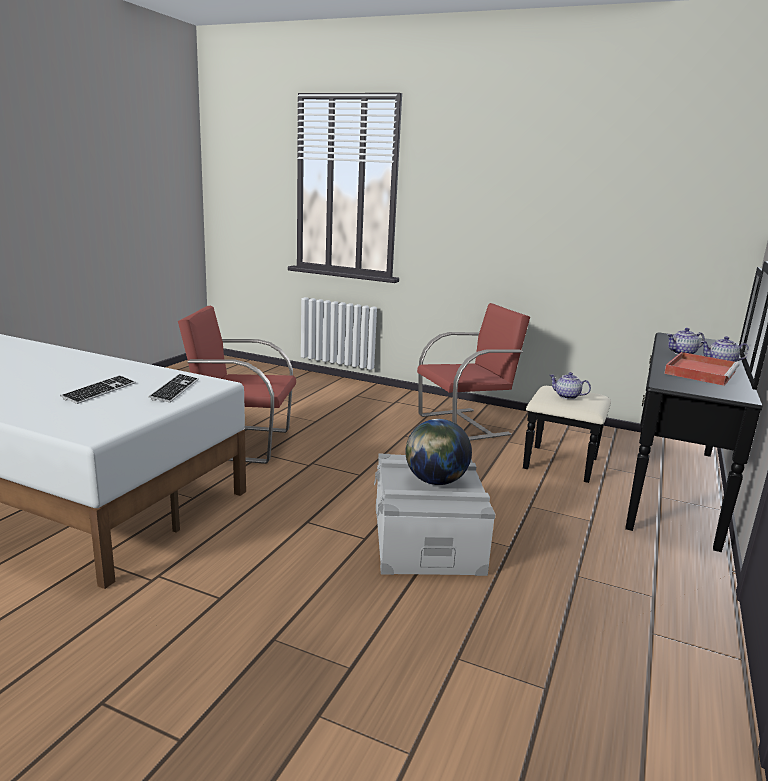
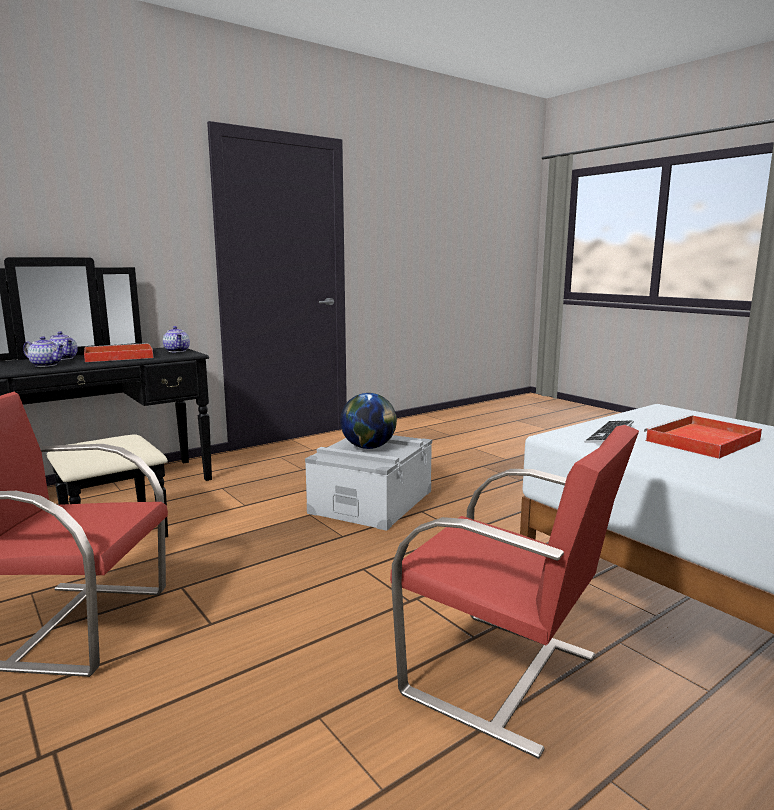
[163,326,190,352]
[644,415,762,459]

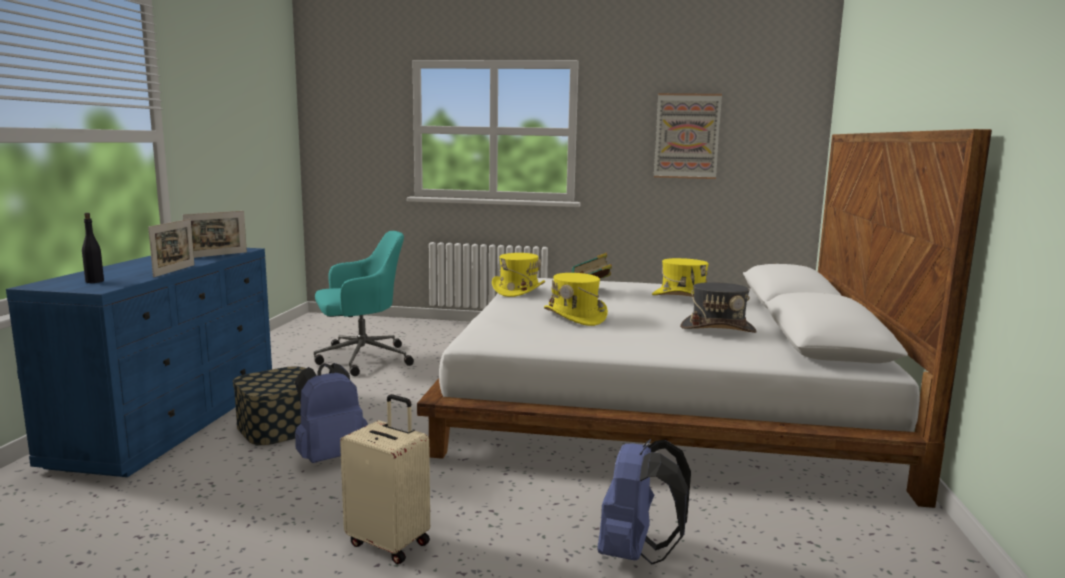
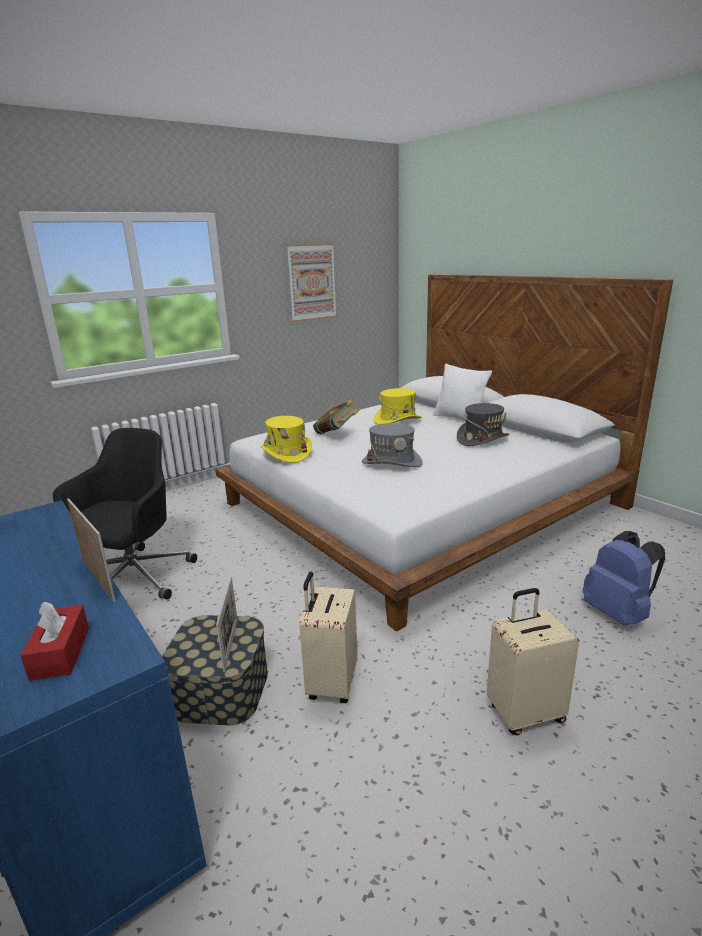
[216,577,238,672]
[20,602,89,681]
[53,428,197,600]
[362,423,423,467]
[299,572,358,703]
[433,364,492,421]

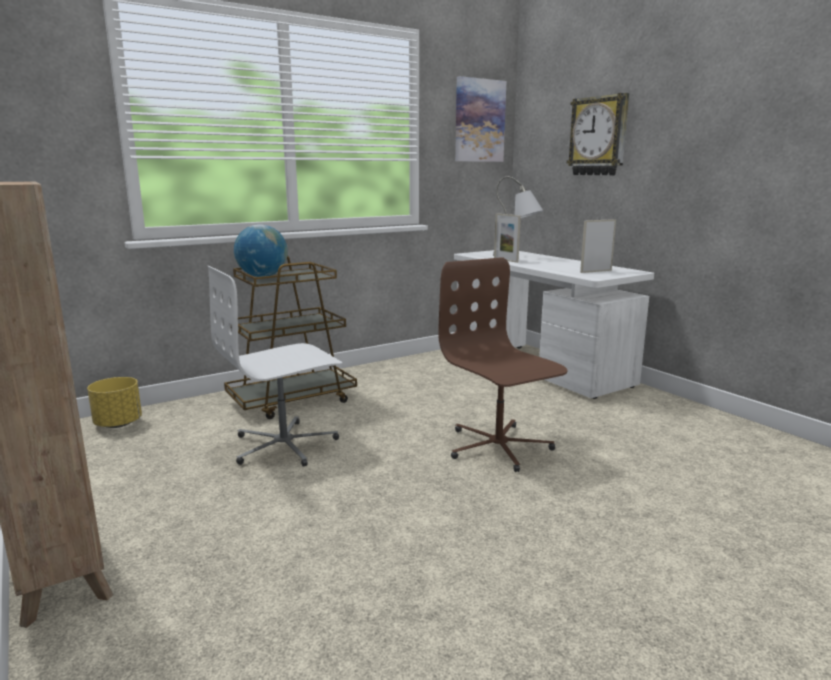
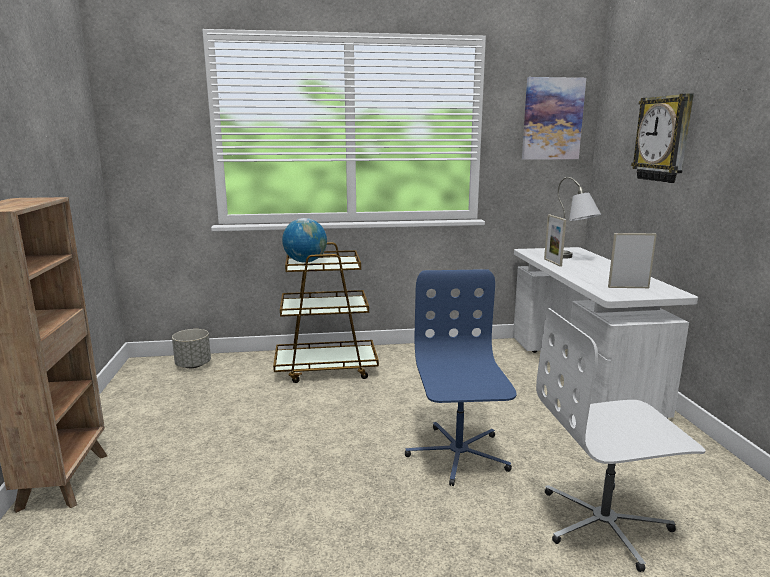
[405,269,517,486]
[536,308,705,572]
[172,329,211,368]

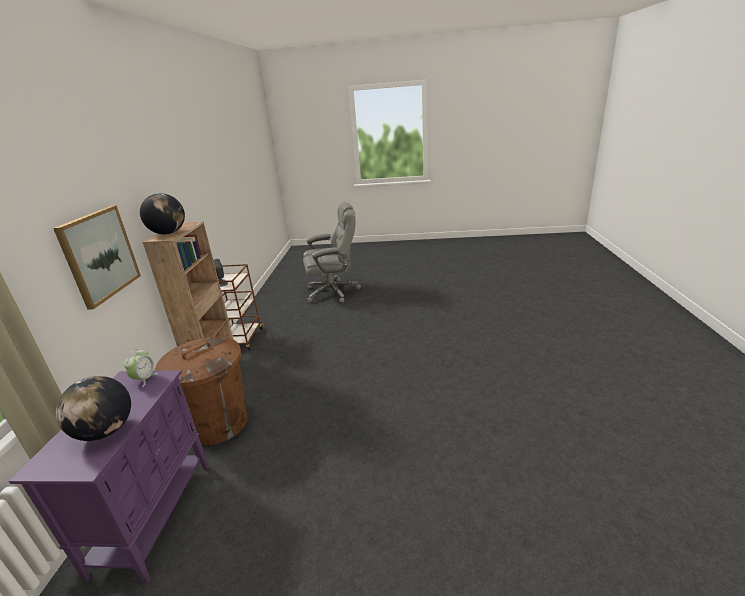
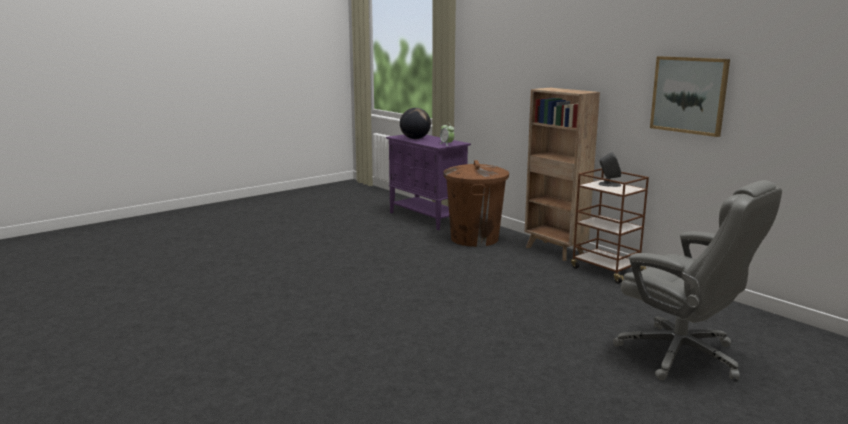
[140,193,185,234] (first image)
[613,180,782,380]
[650,56,730,137]

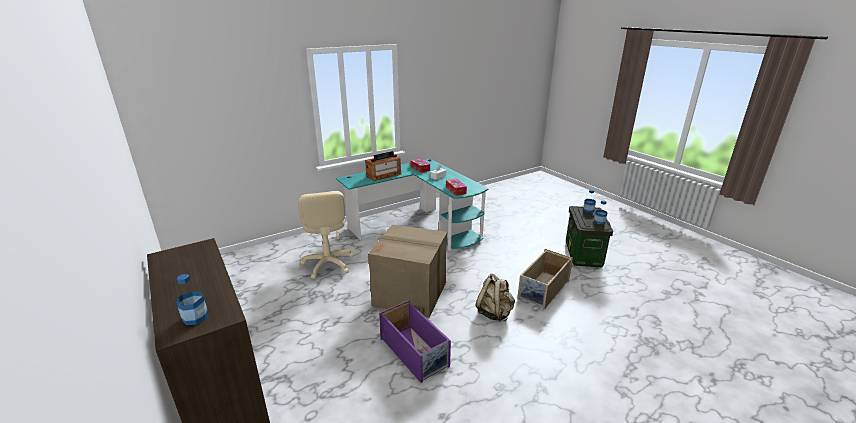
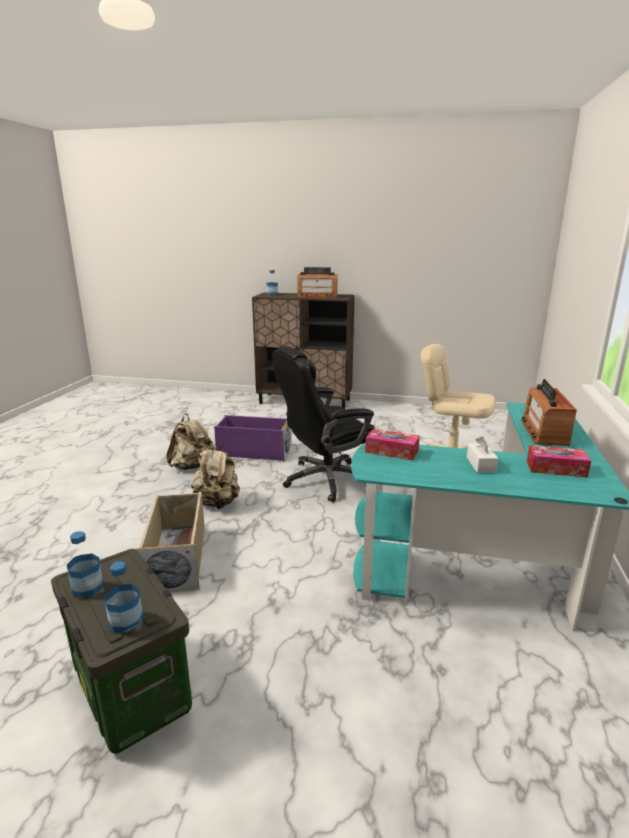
[272,346,375,502]
[297,267,338,298]
[166,414,216,470]

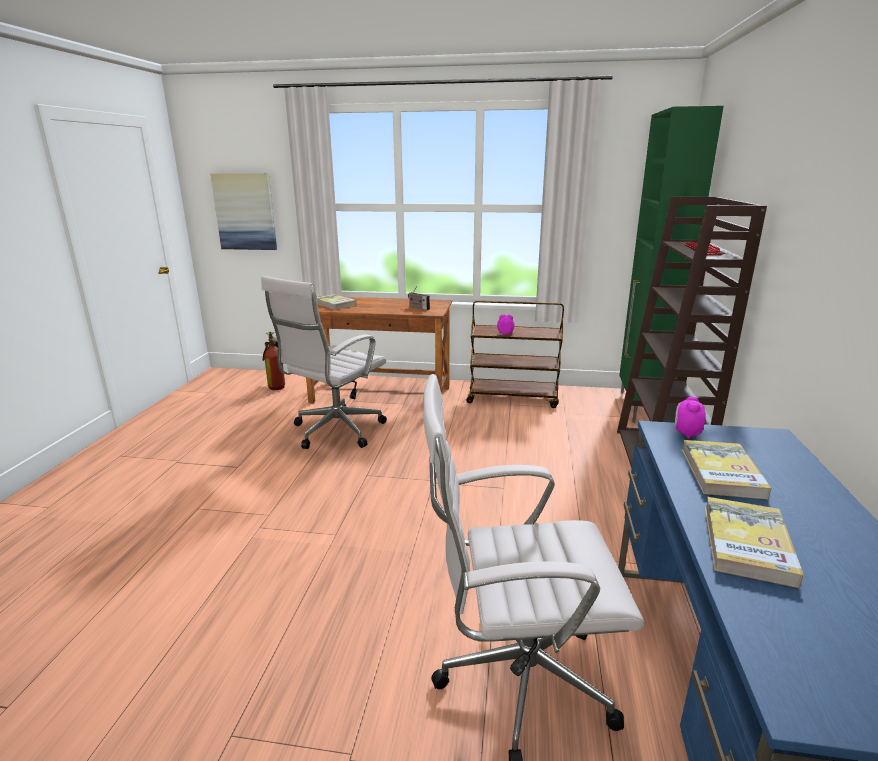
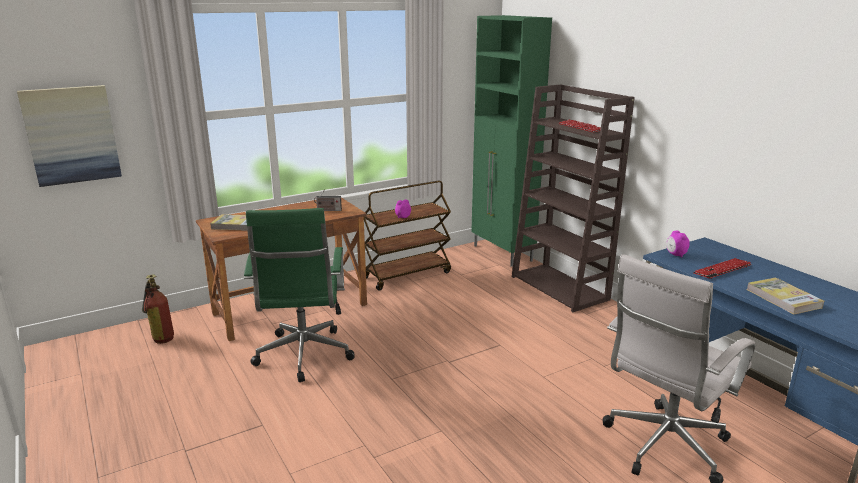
[244,208,355,382]
[693,258,752,279]

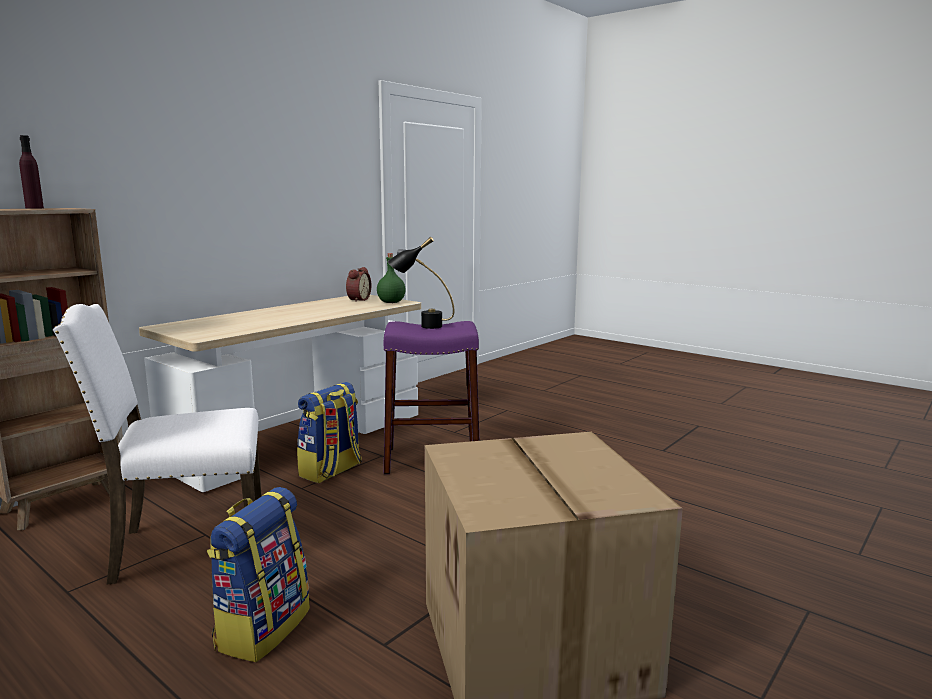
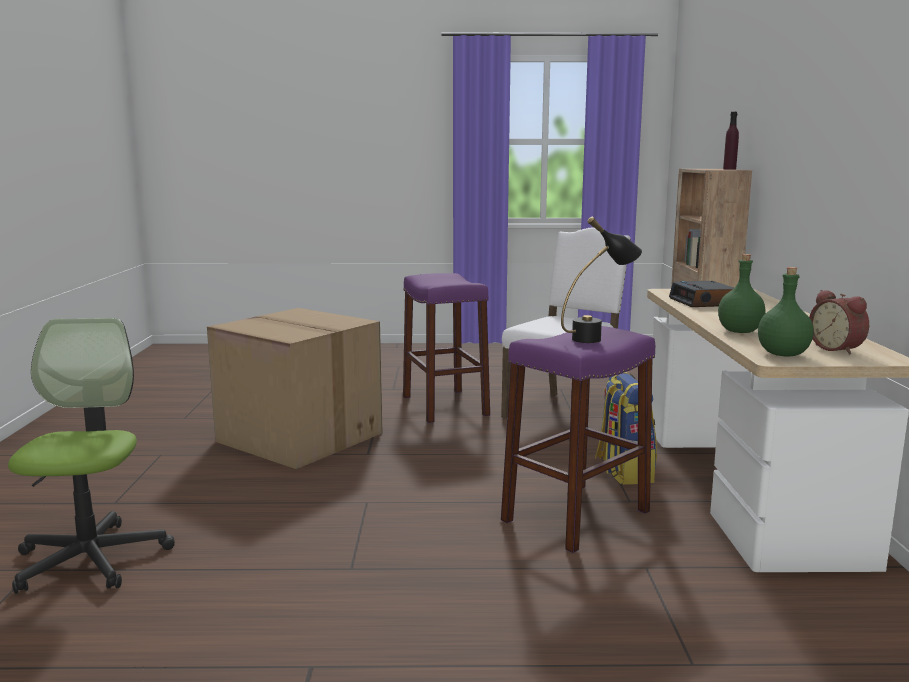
[403,273,490,423]
[718,254,765,333]
[669,281,734,307]
[8,318,175,594]

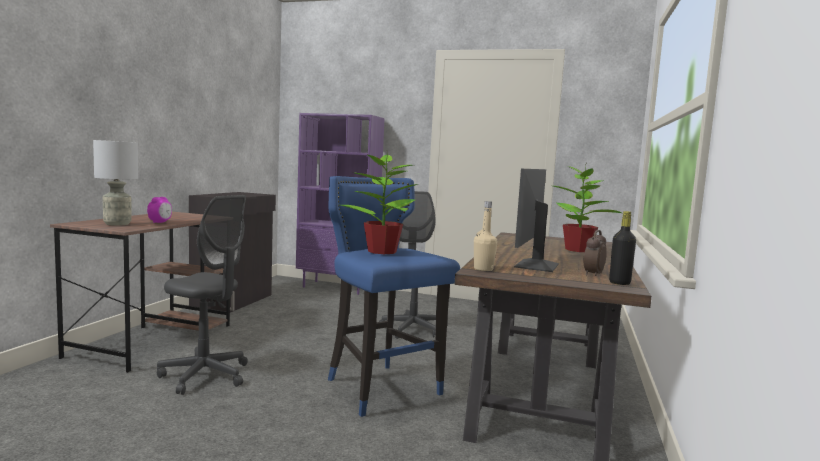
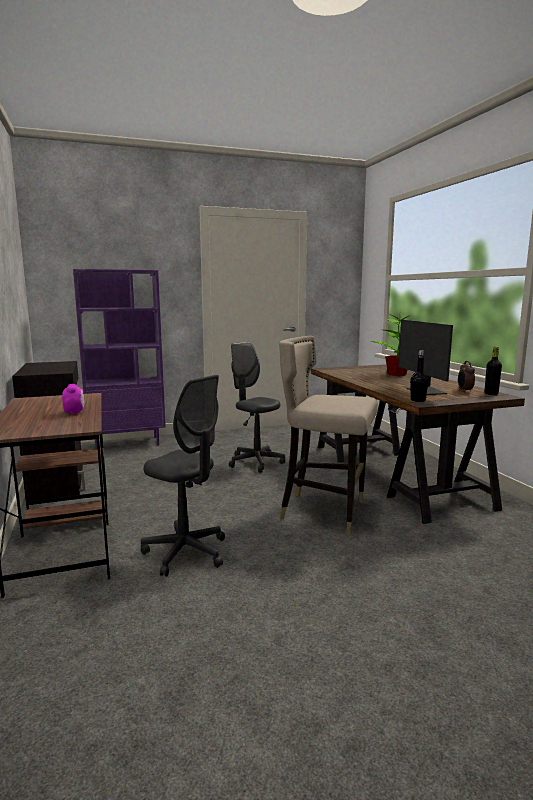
[93,140,138,226] (first image)
[341,155,419,254] (first image)
[279,336,378,534]
[141,375,225,577]
[410,350,429,402]

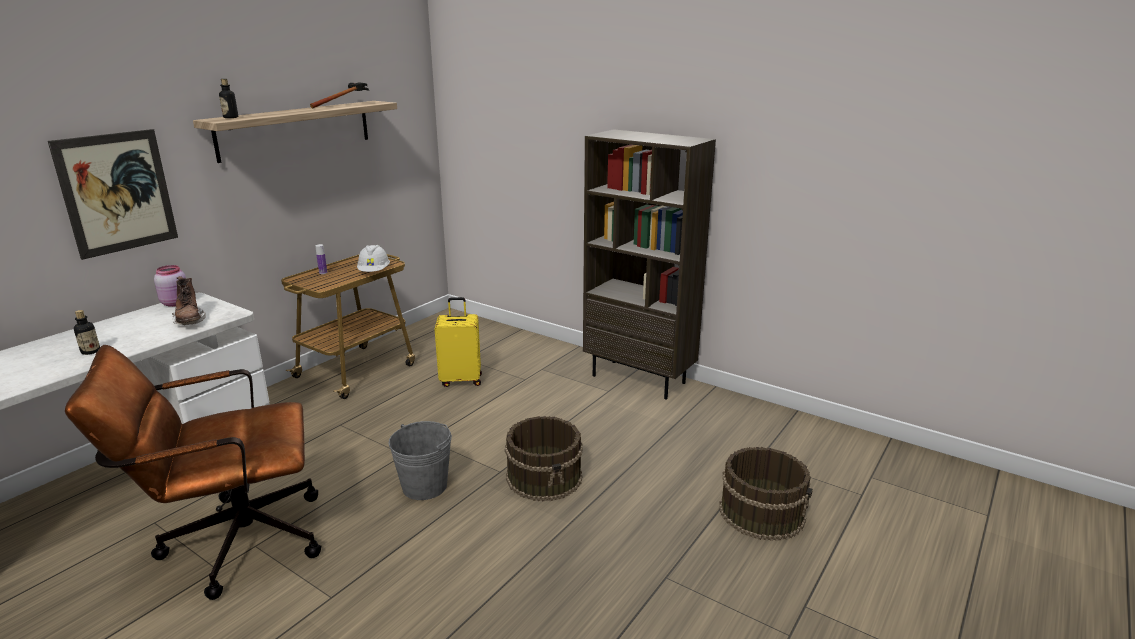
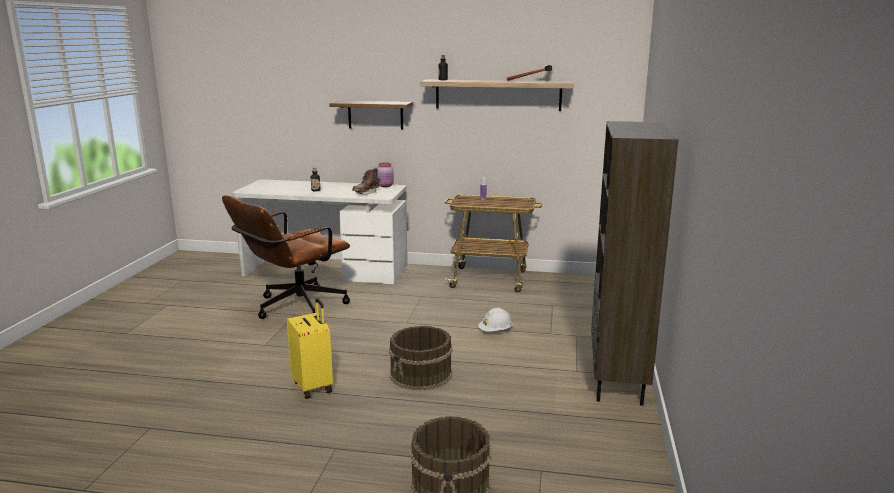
[329,101,413,130]
[478,308,513,332]
[287,298,333,399]
[222,195,350,319]
[389,421,452,500] (first image)

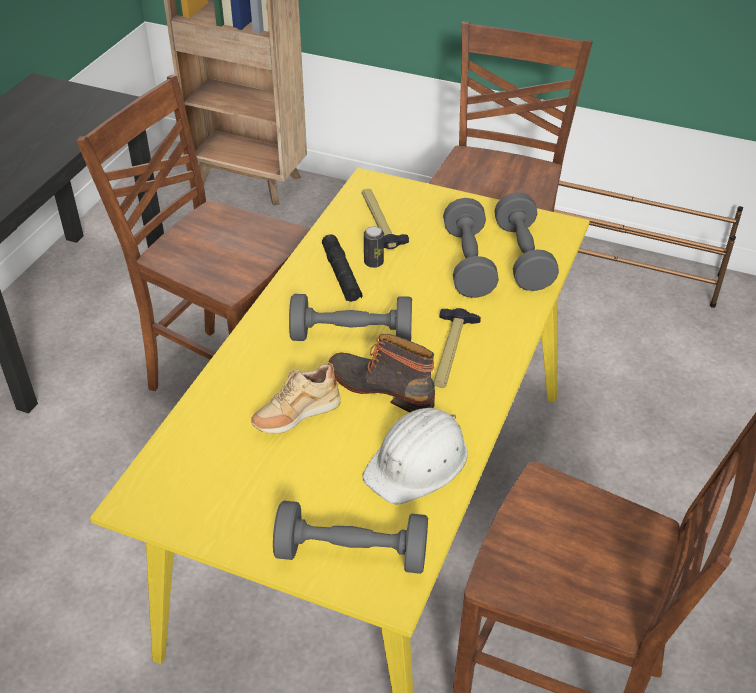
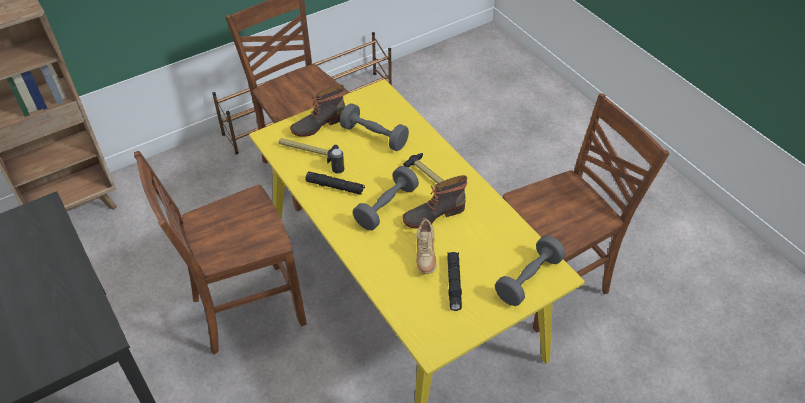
[494,192,559,291] (first image)
[362,408,468,505] (first image)
[290,84,345,137]
[447,252,462,311]

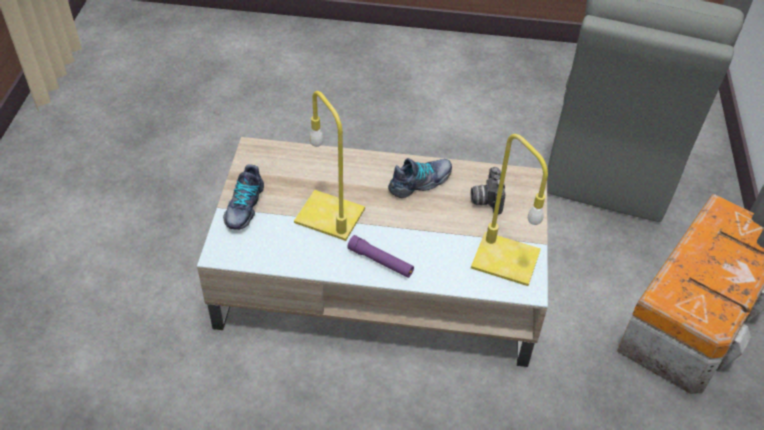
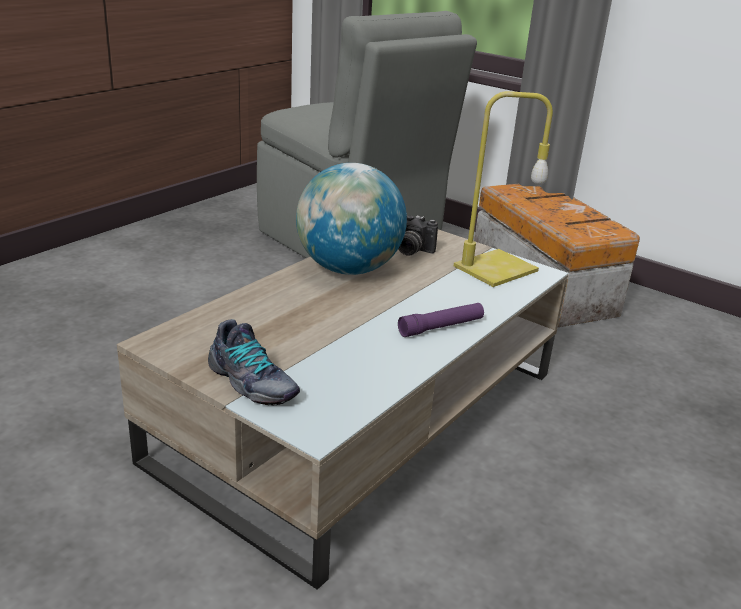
[294,91,365,241] (first image)
[296,163,407,275]

